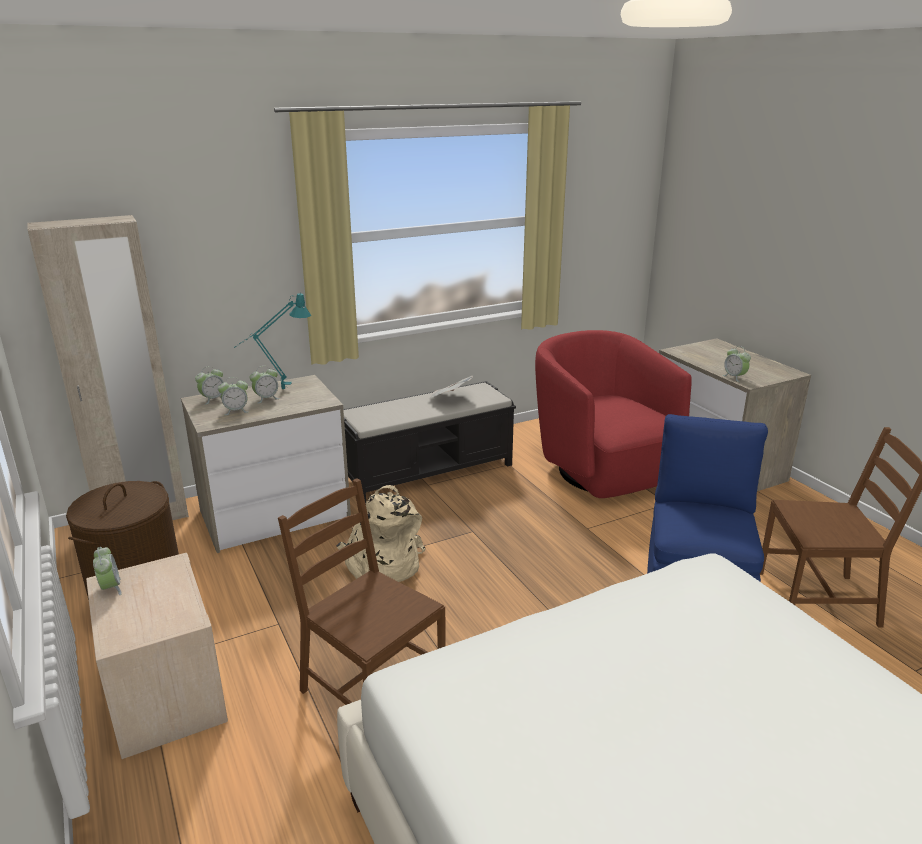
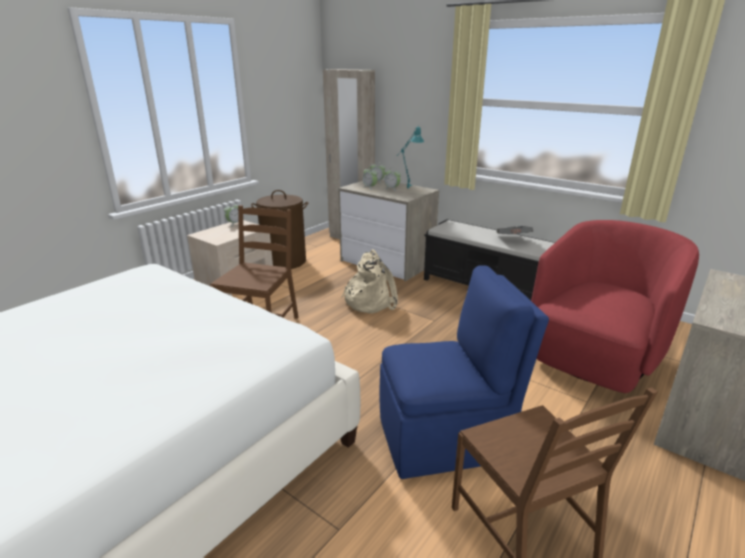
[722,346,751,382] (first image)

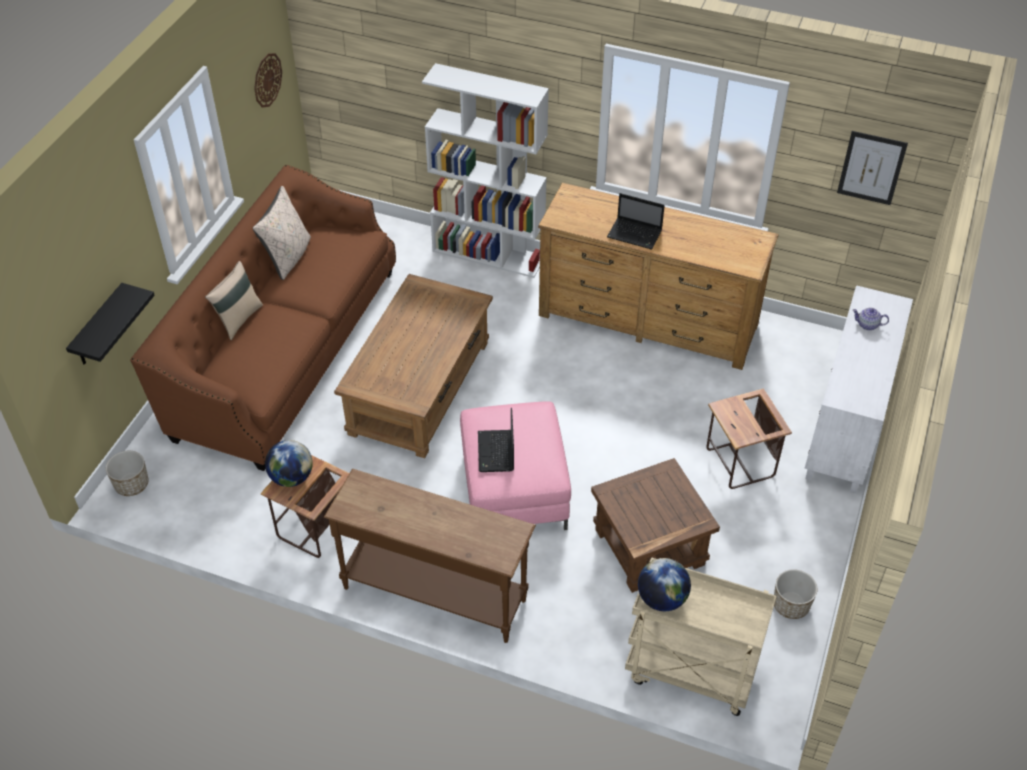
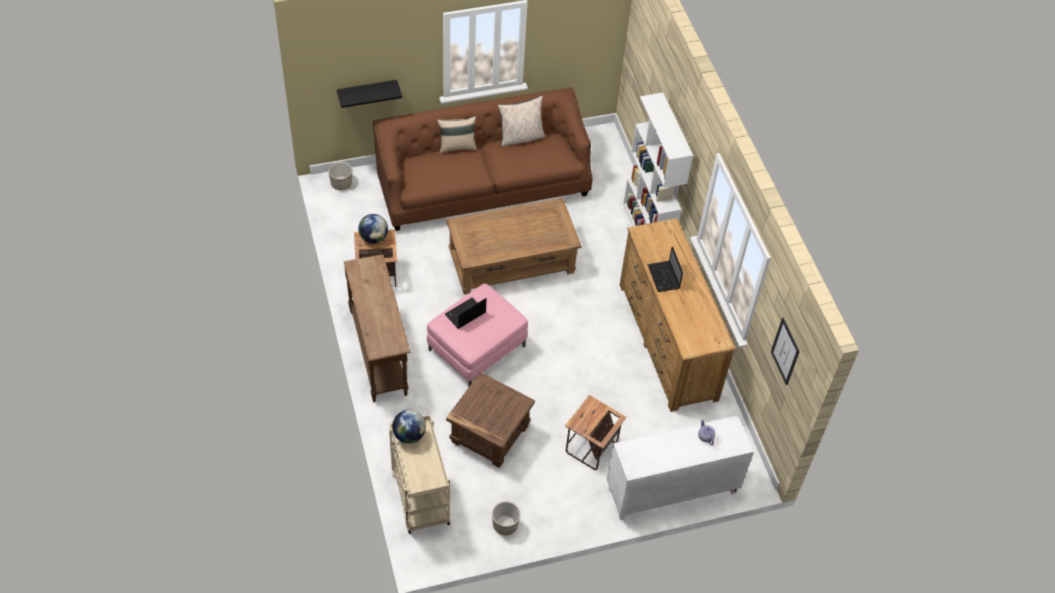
[254,53,282,108] (first image)

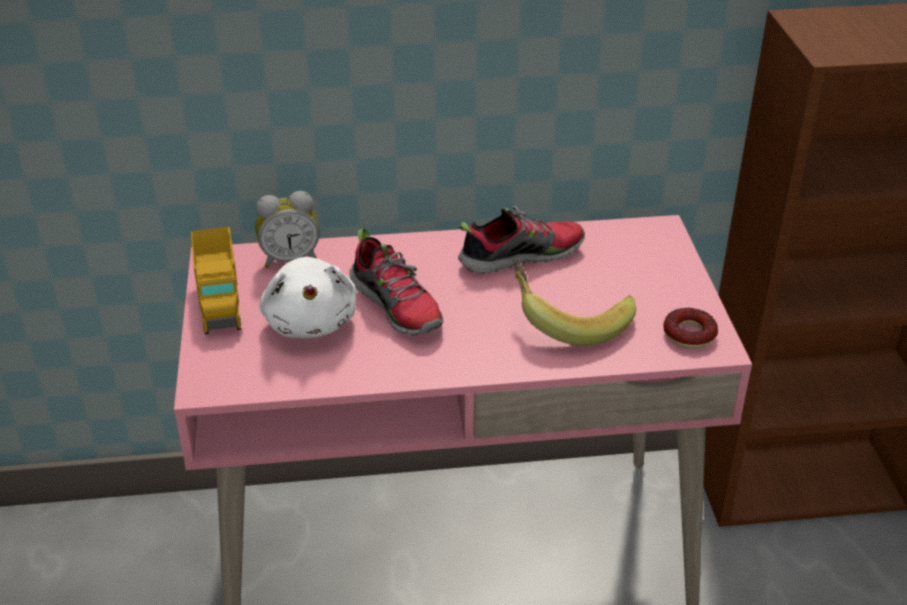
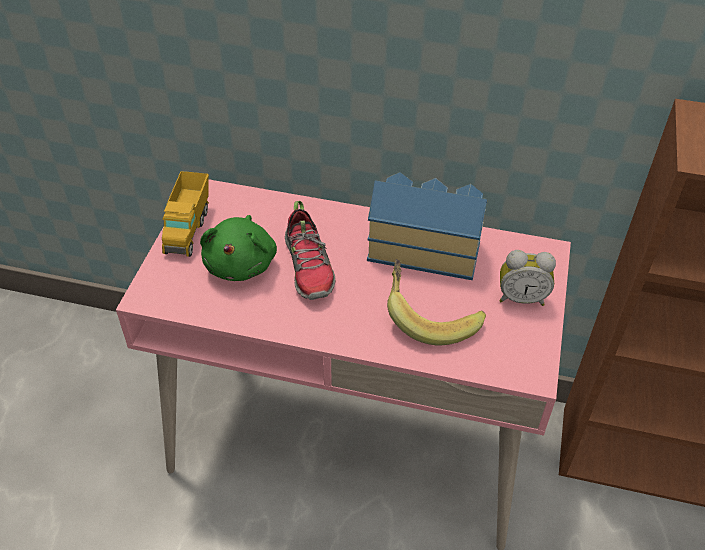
[499,250,556,306]
[367,172,487,280]
[200,215,277,281]
[663,308,718,349] (first image)

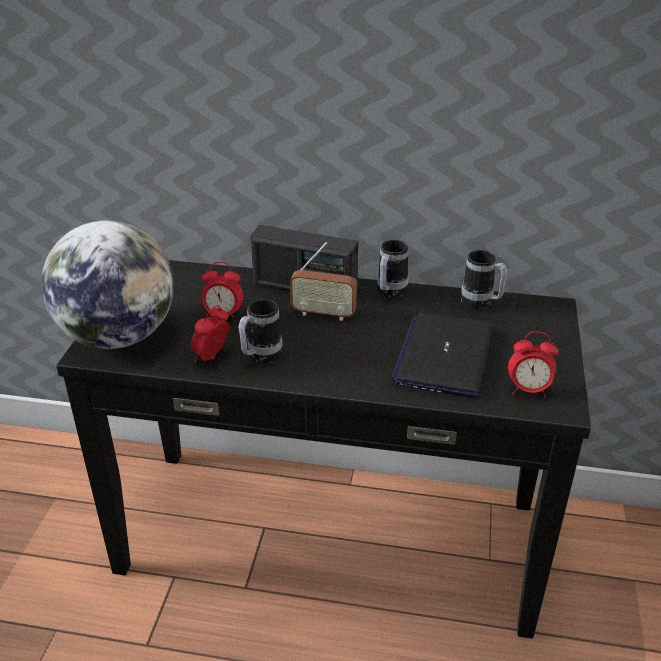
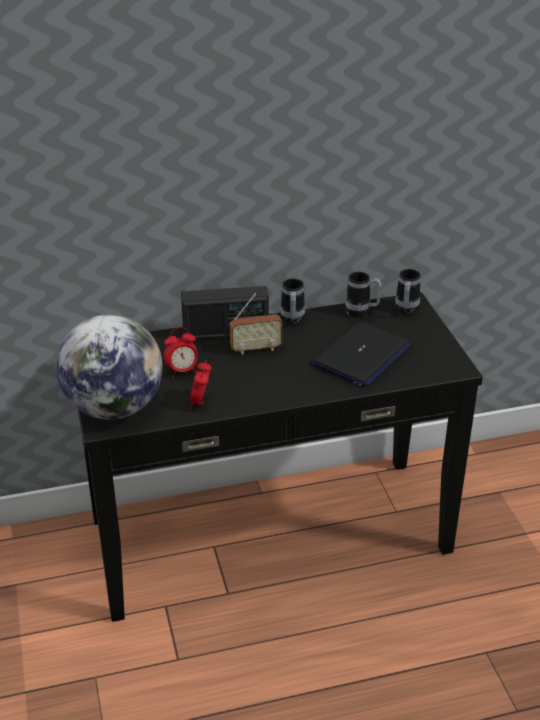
[395,269,421,315]
[313,321,411,387]
[508,332,559,398] (first image)

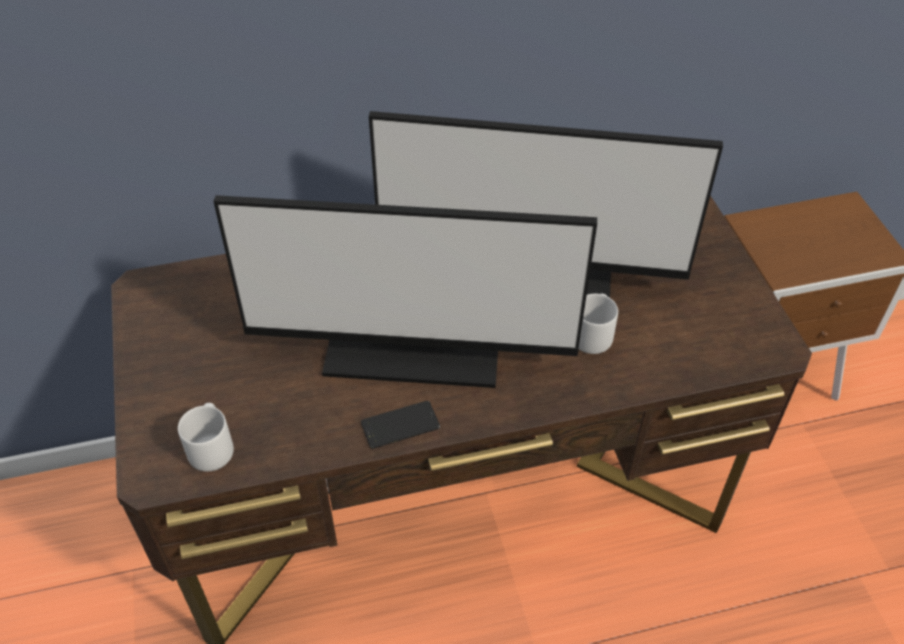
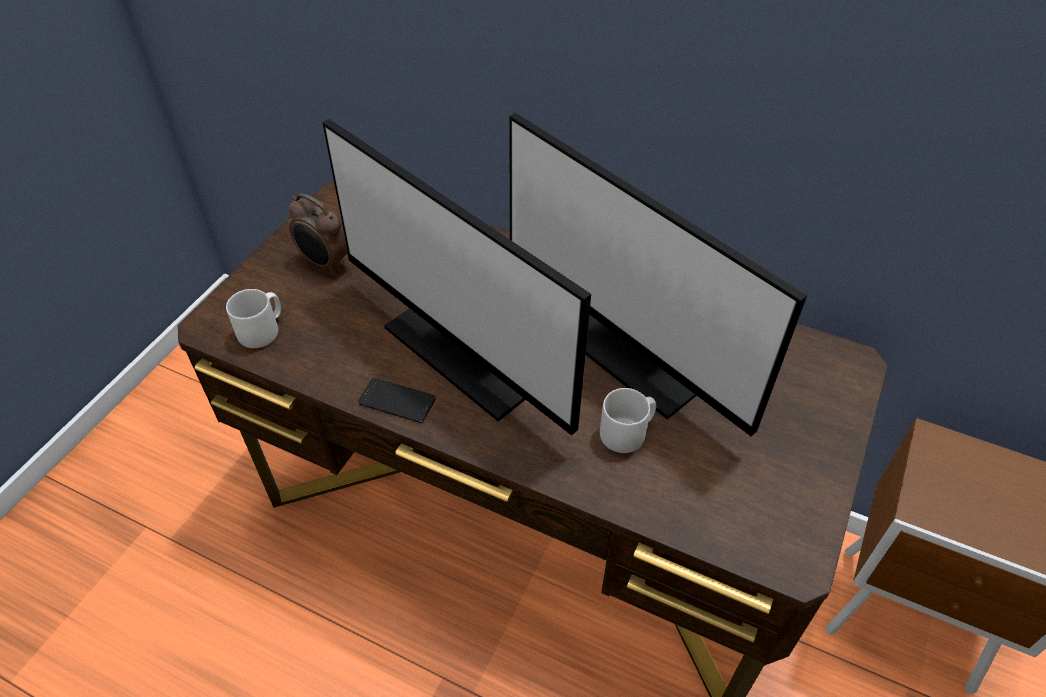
[289,193,348,274]

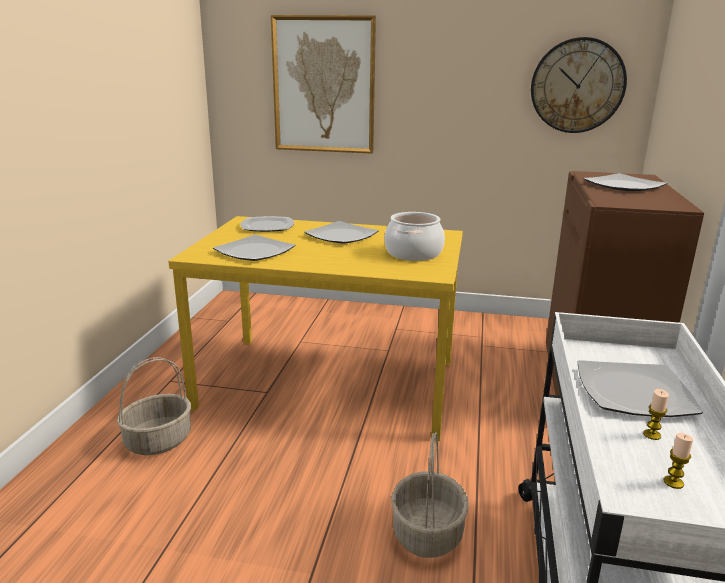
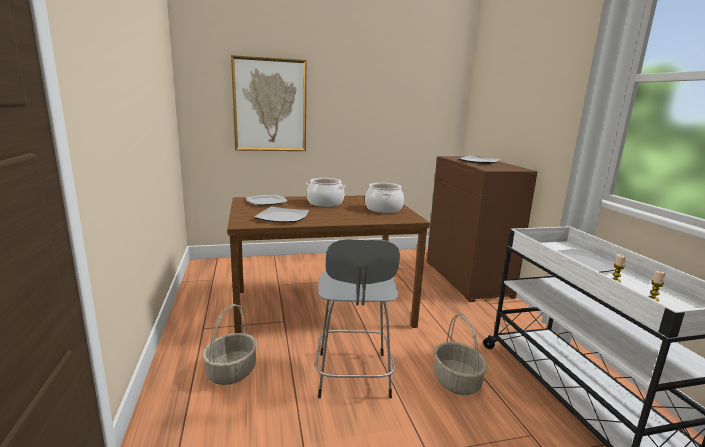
[531,37,627,133] (first image)
[227,195,430,333]
[306,178,346,207]
[315,239,400,398]

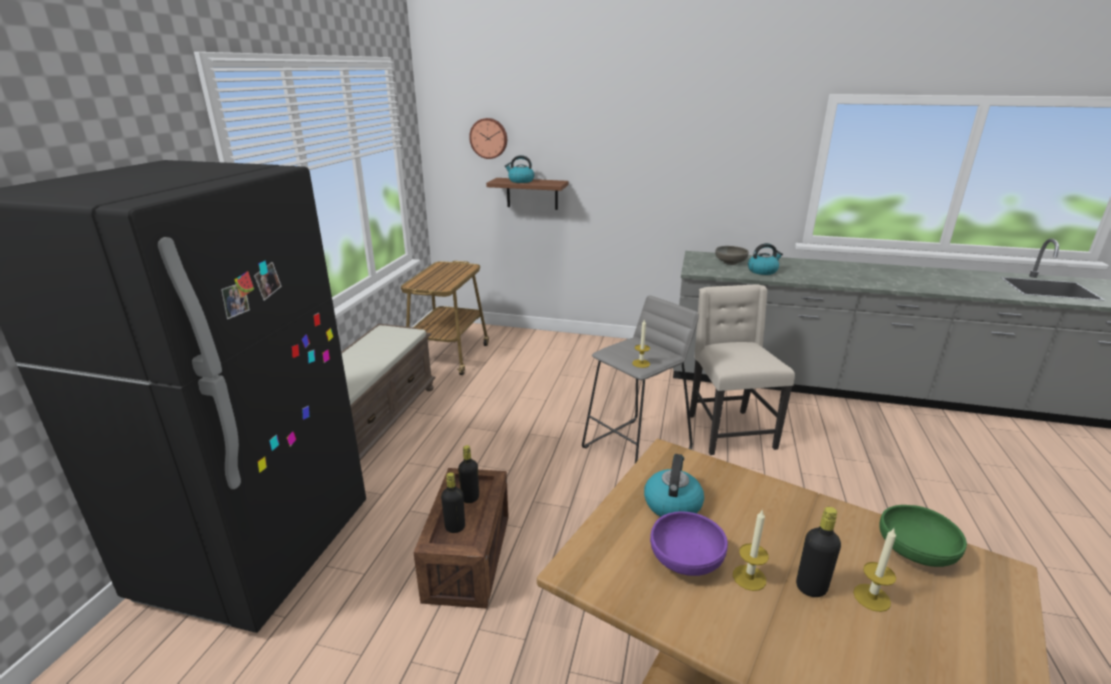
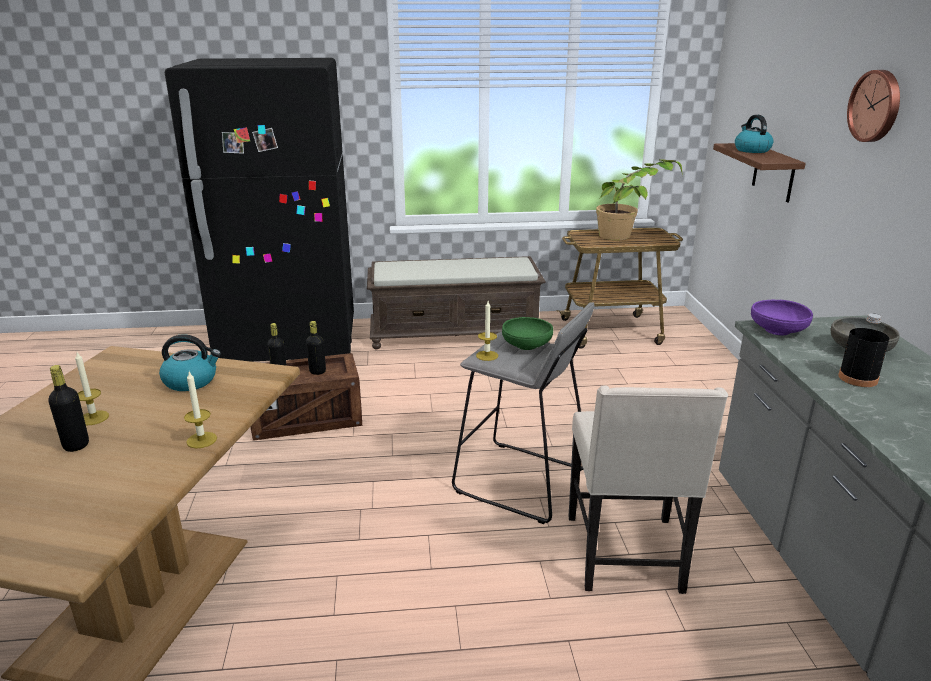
[847,70,900,142]
[838,313,889,387]
[568,386,728,594]
[502,317,553,350]
[751,300,813,335]
[184,372,217,448]
[596,159,683,240]

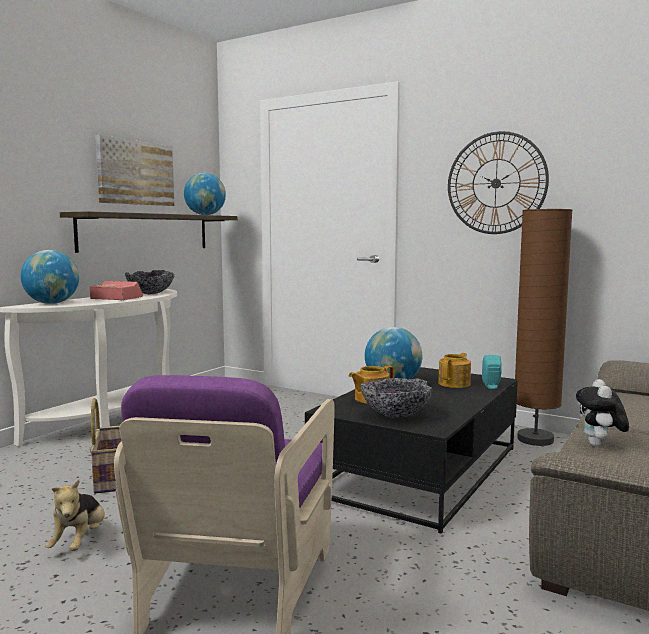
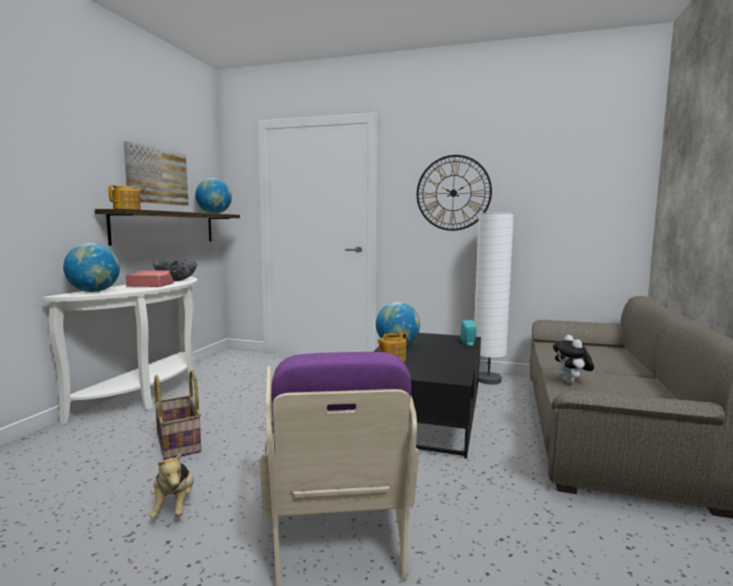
[474,213,514,384]
[108,185,143,210]
[361,378,432,418] (first image)

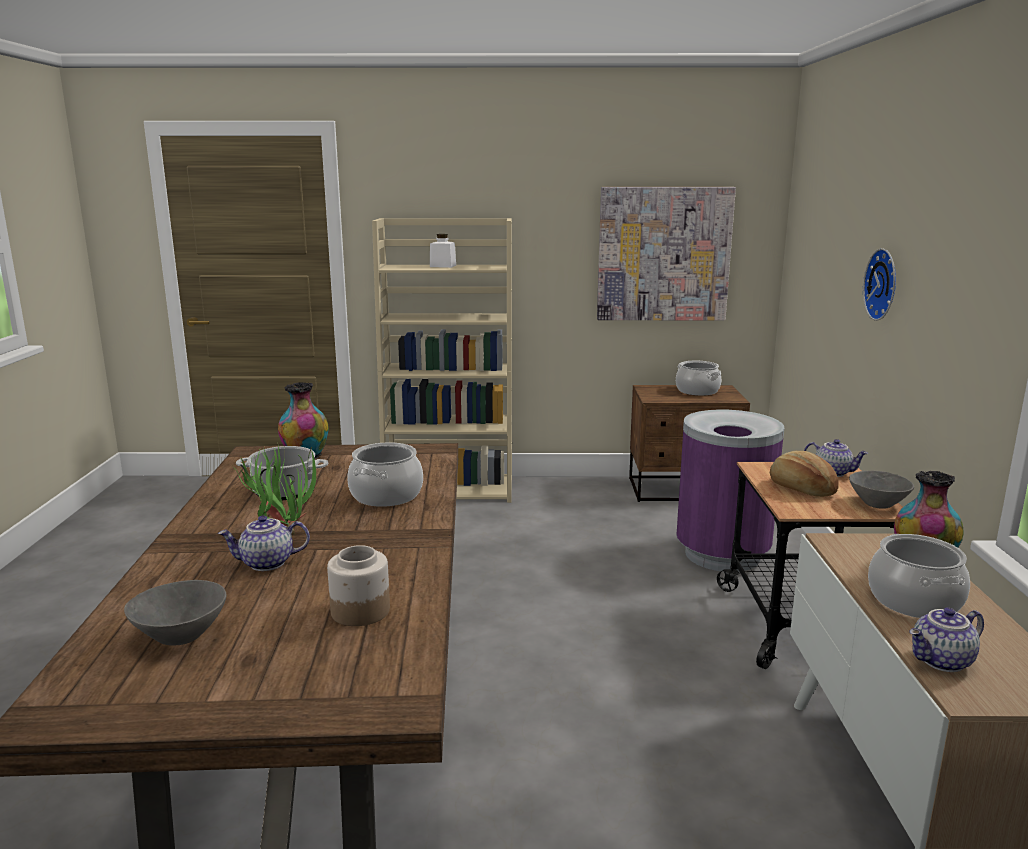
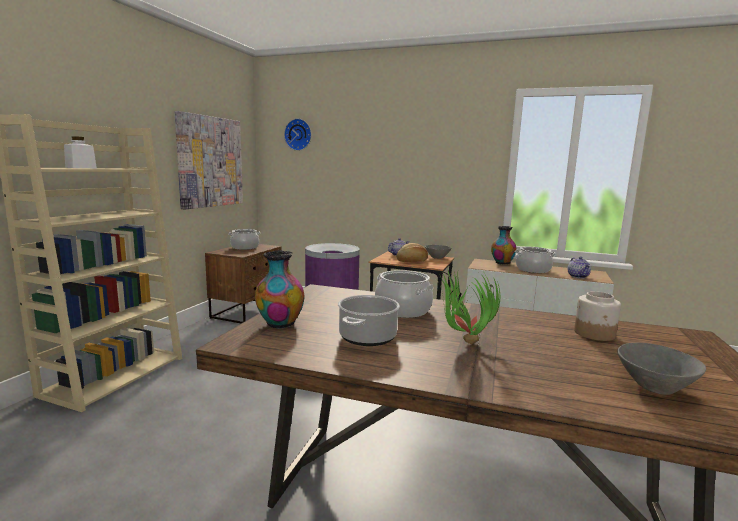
[284,118,311,151]
[218,515,310,571] (first image)

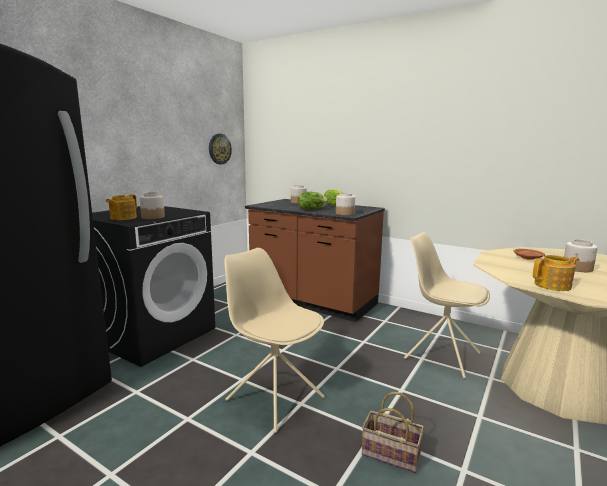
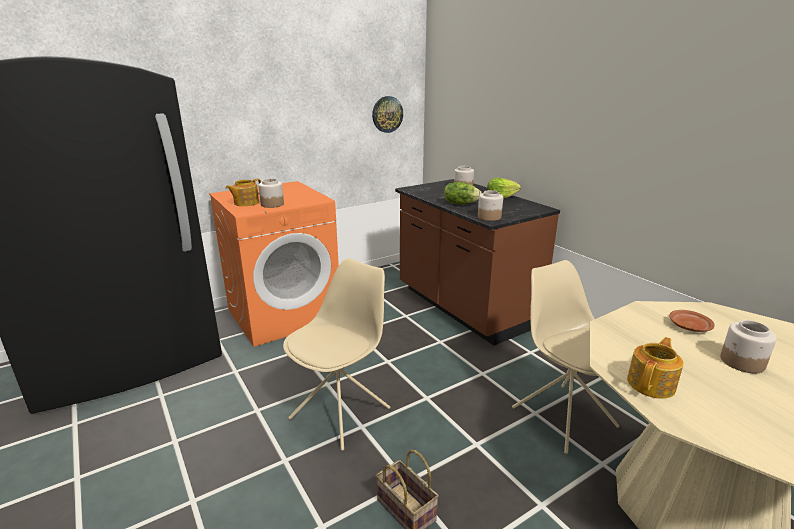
[209,181,339,347]
[283,258,390,451]
[627,337,684,399]

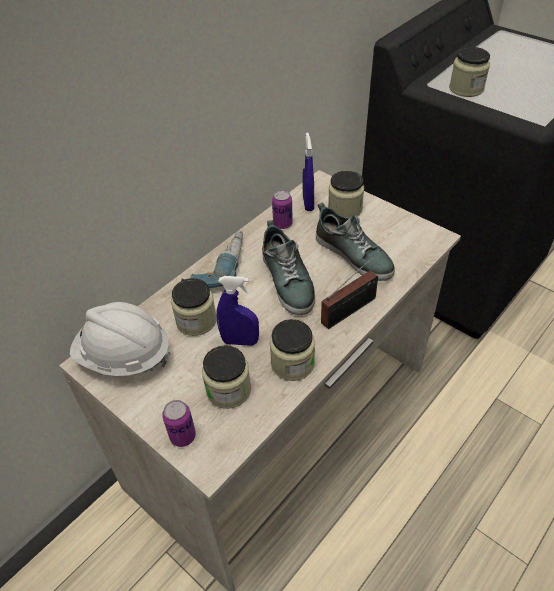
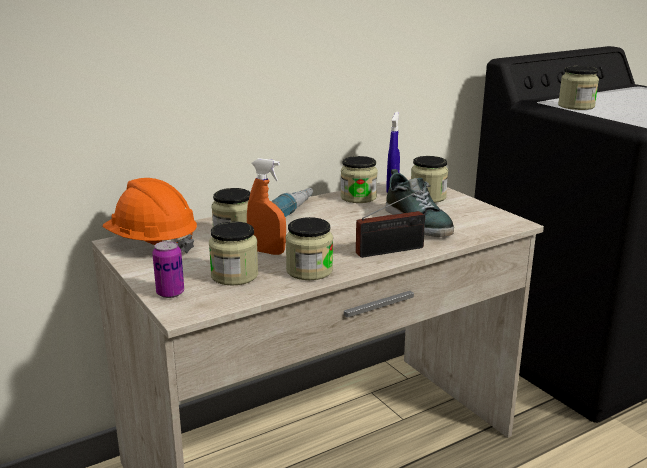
[340,156,378,203]
[262,220,315,315] (first image)
[247,158,286,255]
[102,178,197,254]

